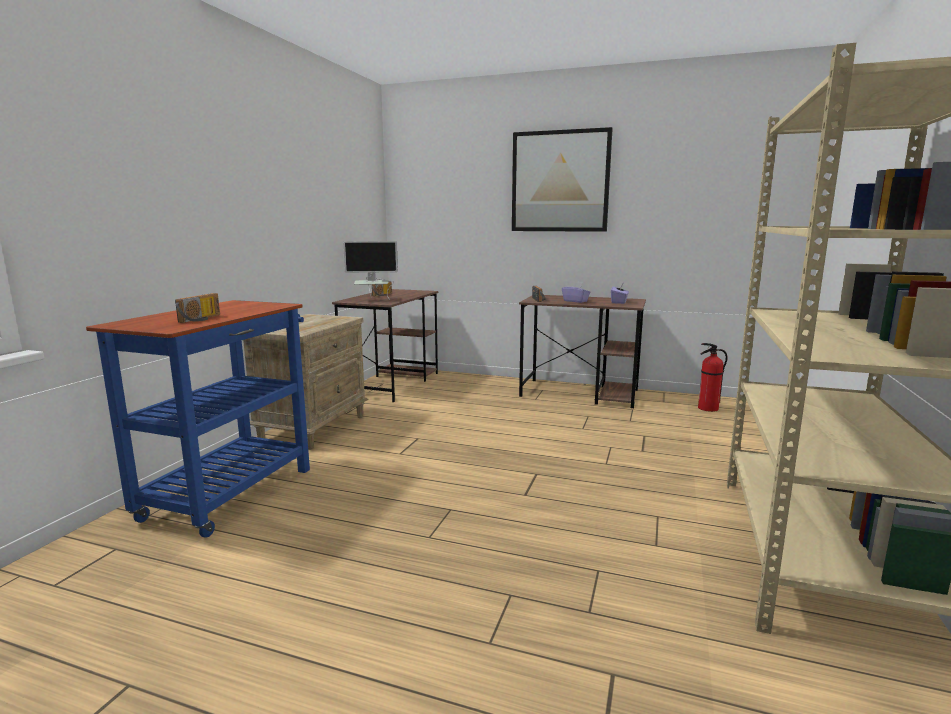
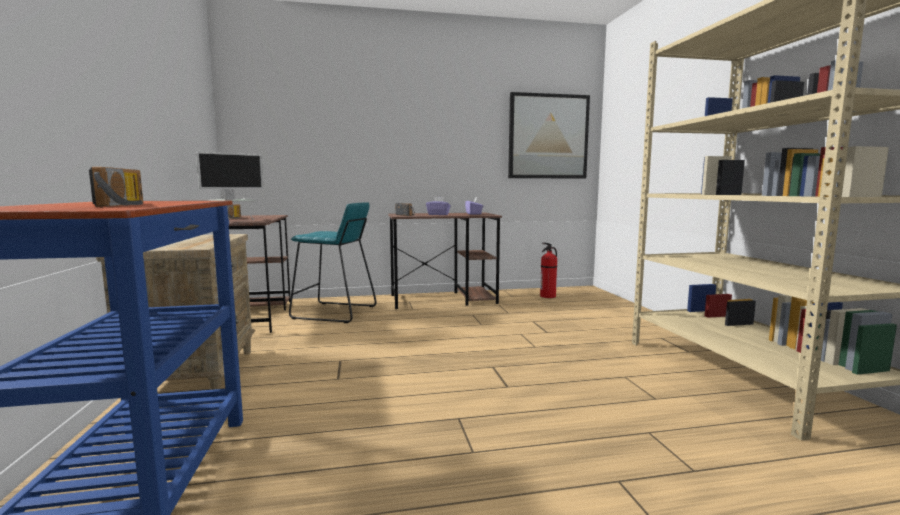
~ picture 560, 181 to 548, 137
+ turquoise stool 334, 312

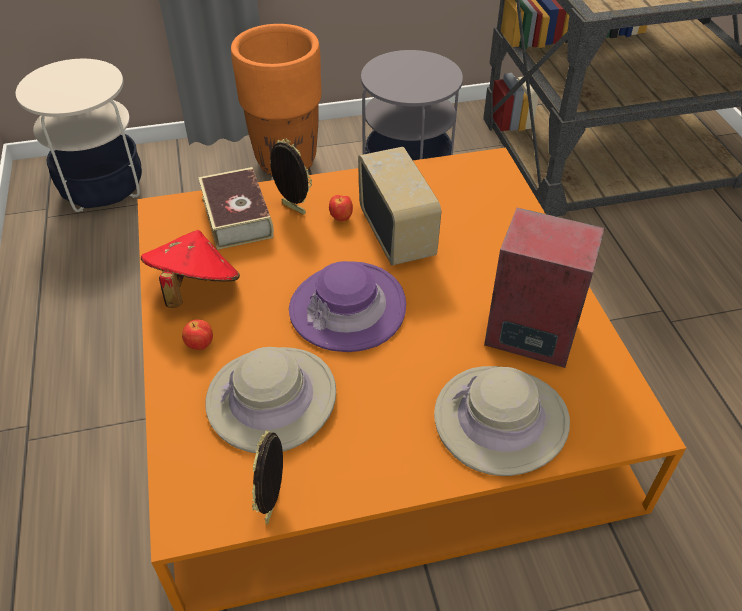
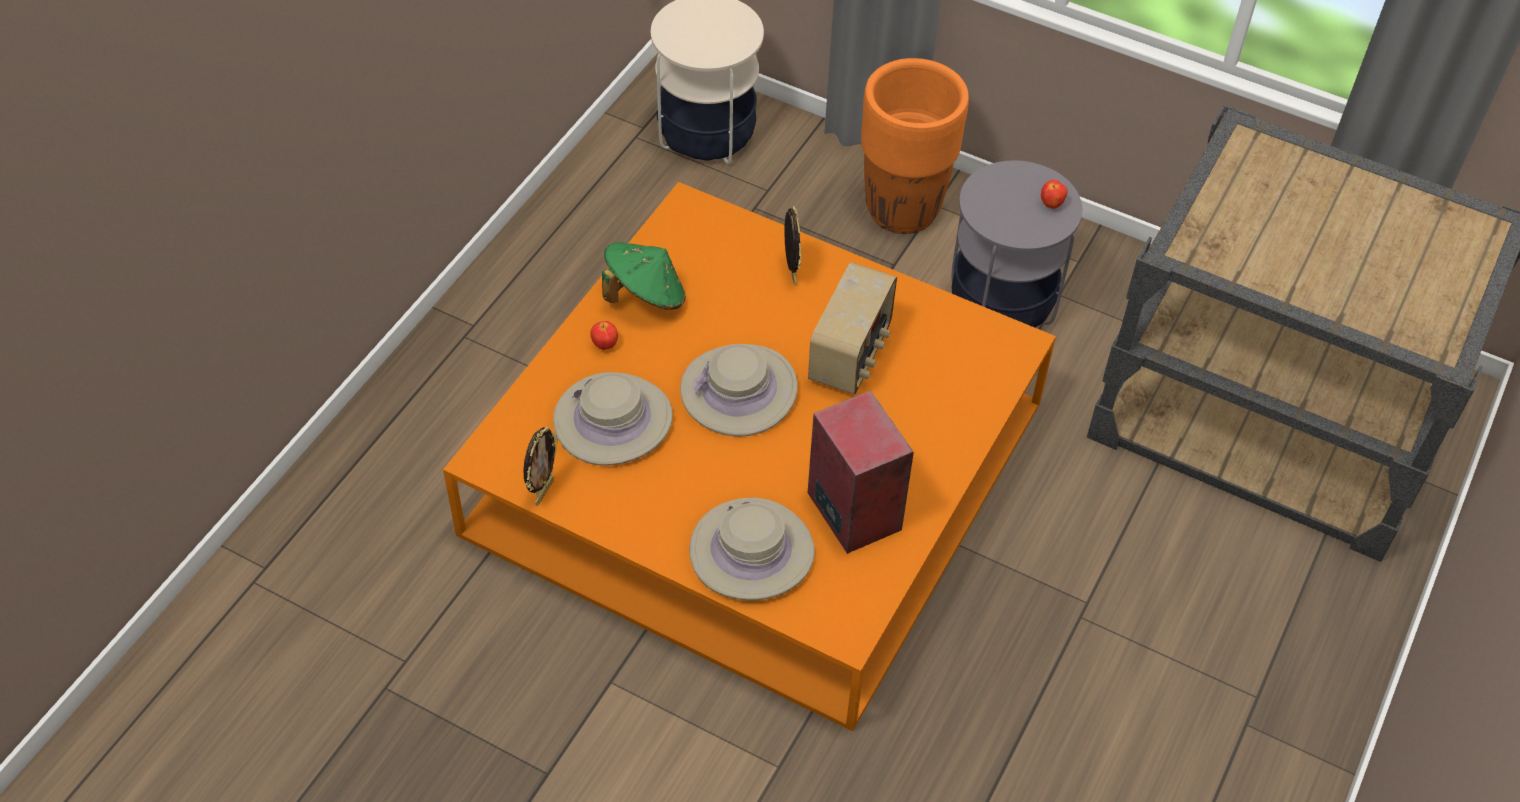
~ red hat 195, 288 to green hat 645, 295
- book 237, 217
~ picture frame 274, 506 = 543, 491 150 degrees clockwise
~ purple hat 347, 308 to beige hat 739, 390
~ apple 341, 218 to 1051, 204

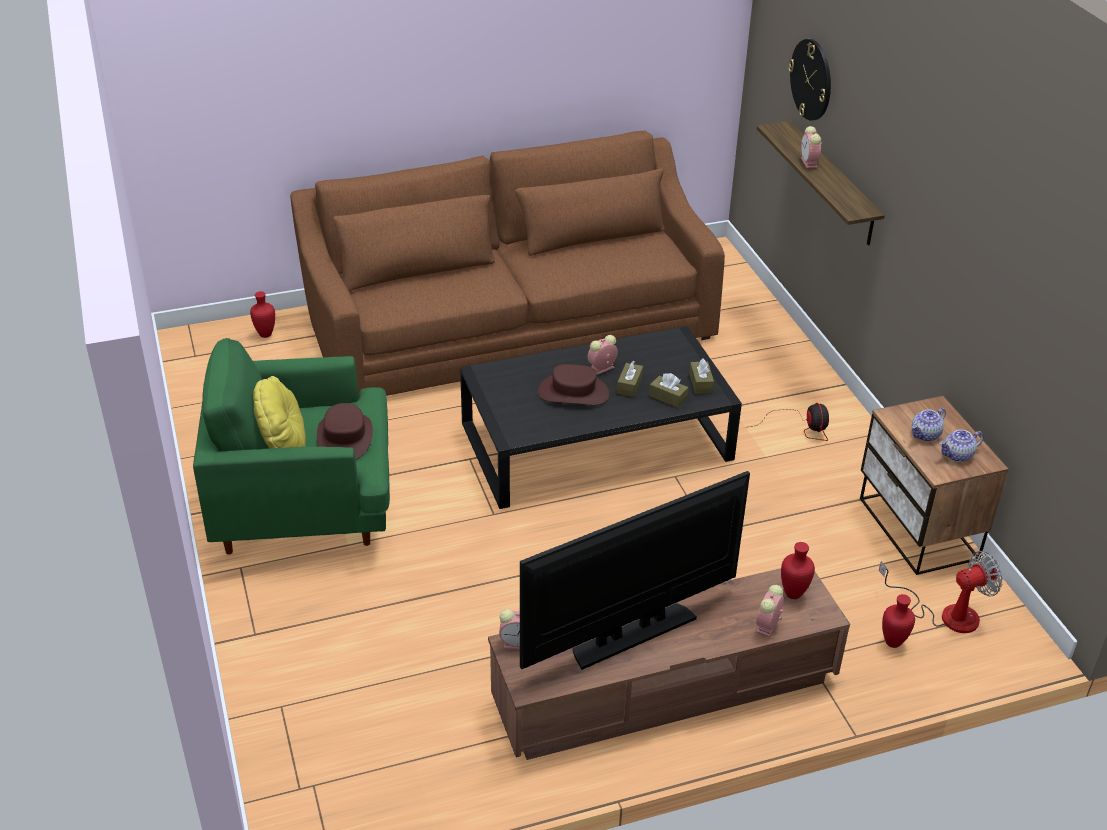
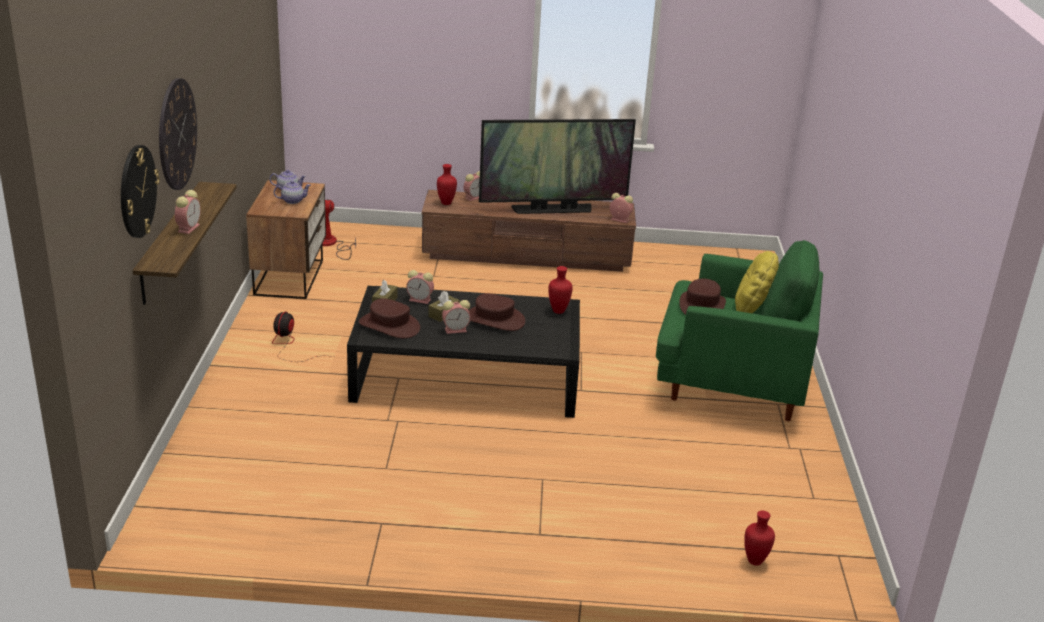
- brown sofa 510, 323
~ brown tissue box 668, 397 to alarm clock 421, 300
~ red vase 893, 643 to 558, 311
+ wall clock 177, 134
+ brown hat 389, 325

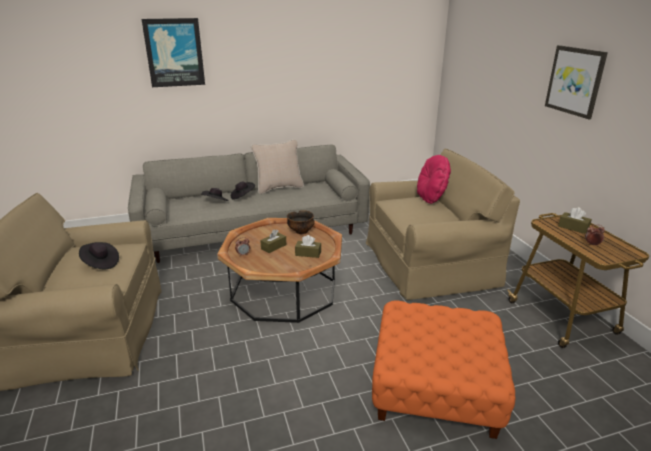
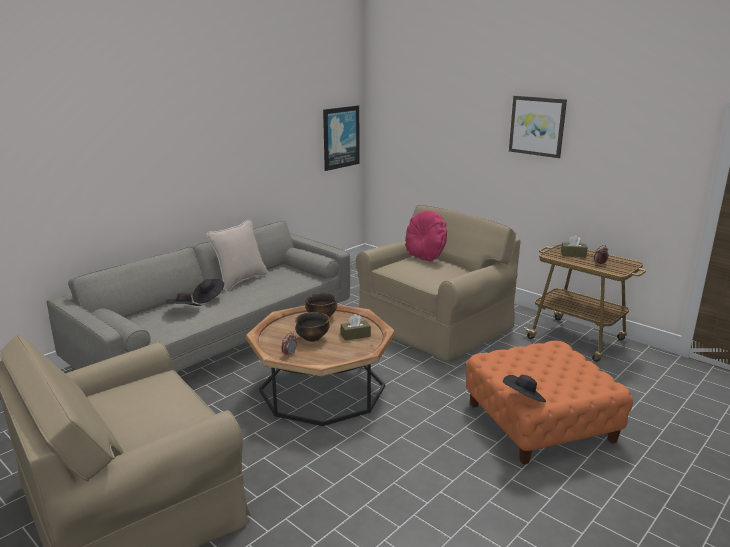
~ black hat 100, 263 to 523, 399
~ picture 174, 52 to 340, 137
~ brown tissue box 273, 247 to bowl 312, 338

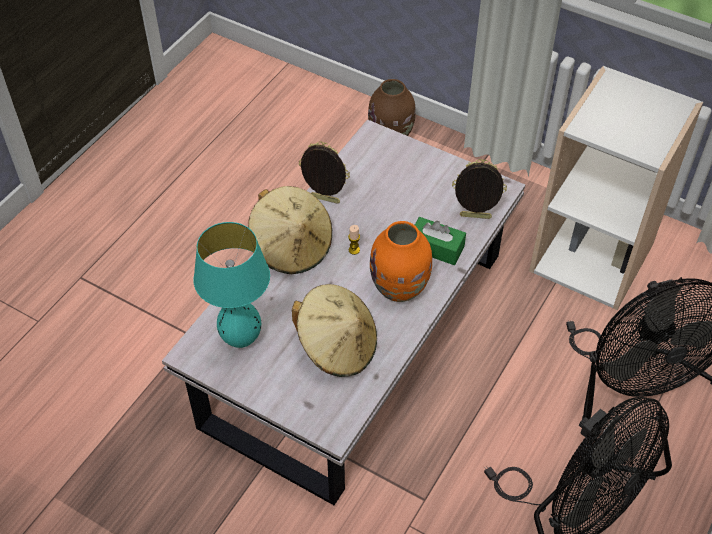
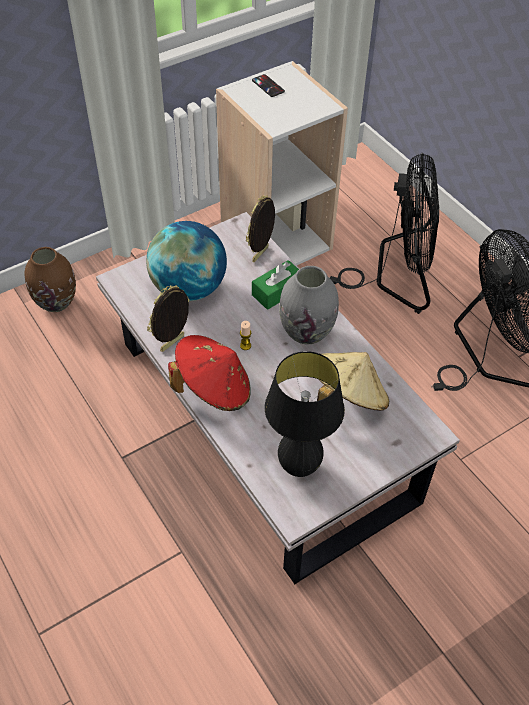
~ turquoise table lamp 241, 339 to black table lamp 299, 467
~ beige hat 292, 247 to red hat 213, 389
~ orange vase 400, 288 to grey vase 307, 332
+ globe 189, 288
+ phone 268, 86

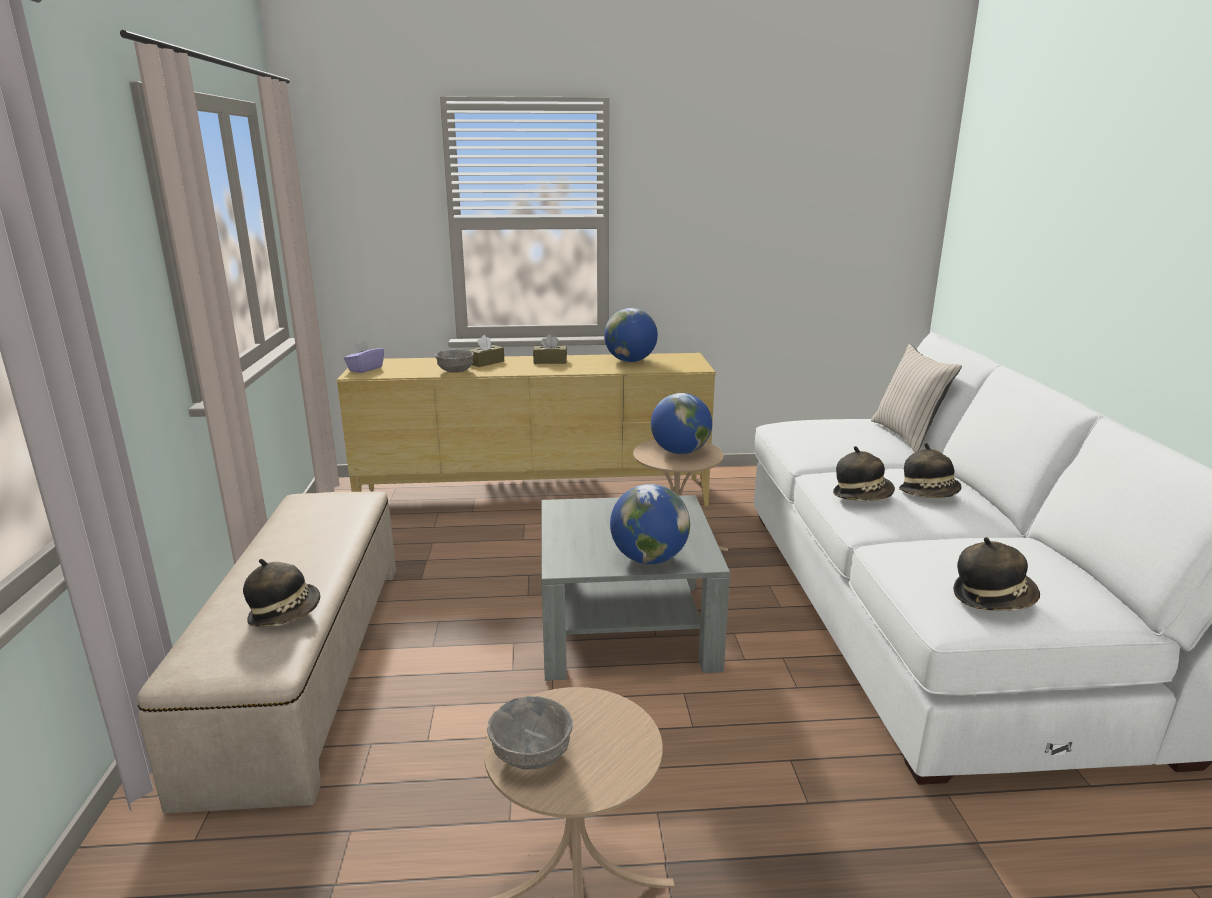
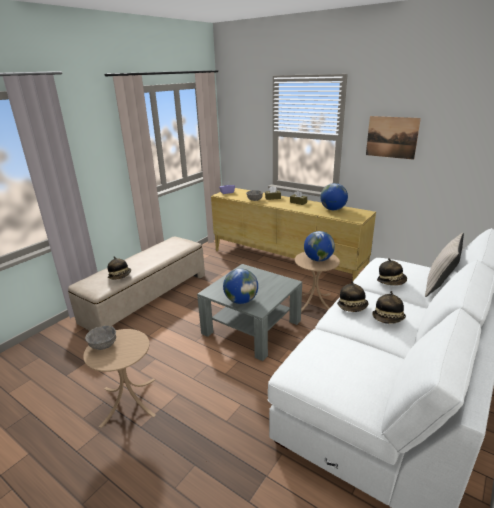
~ hat 992, 598 to 391, 282
+ picture 391, 137

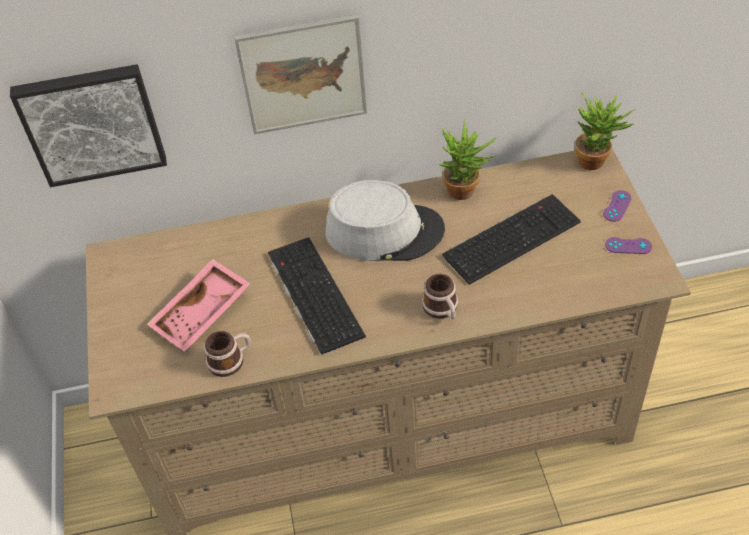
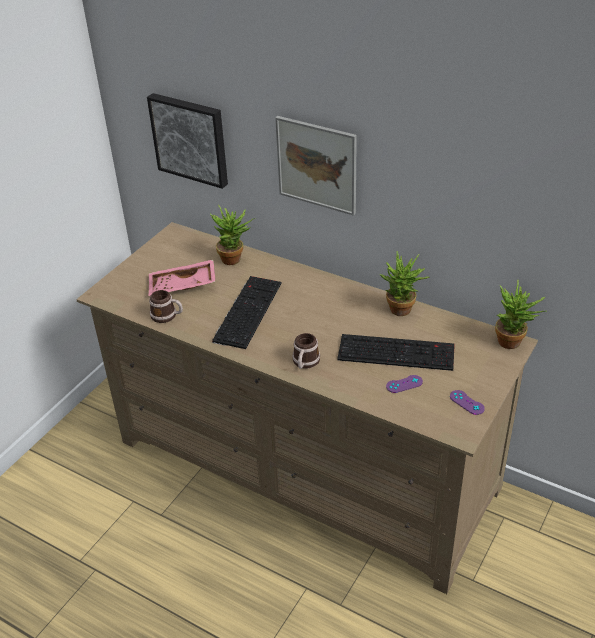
- grey hat 384, 231
~ purple game controller 617, 206 to 404, 384
+ potted plant 235, 259

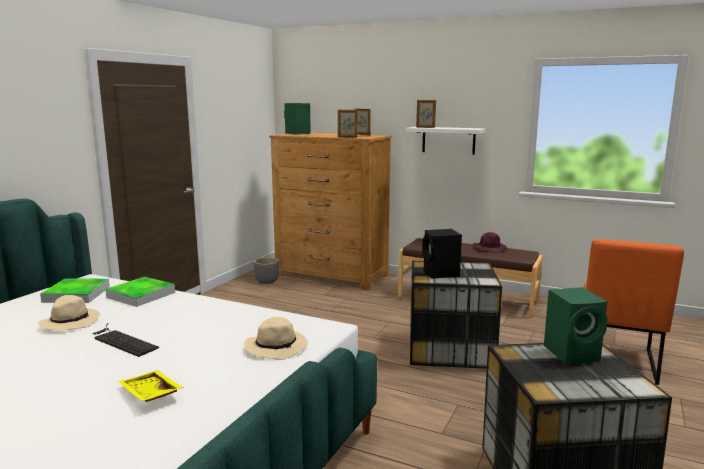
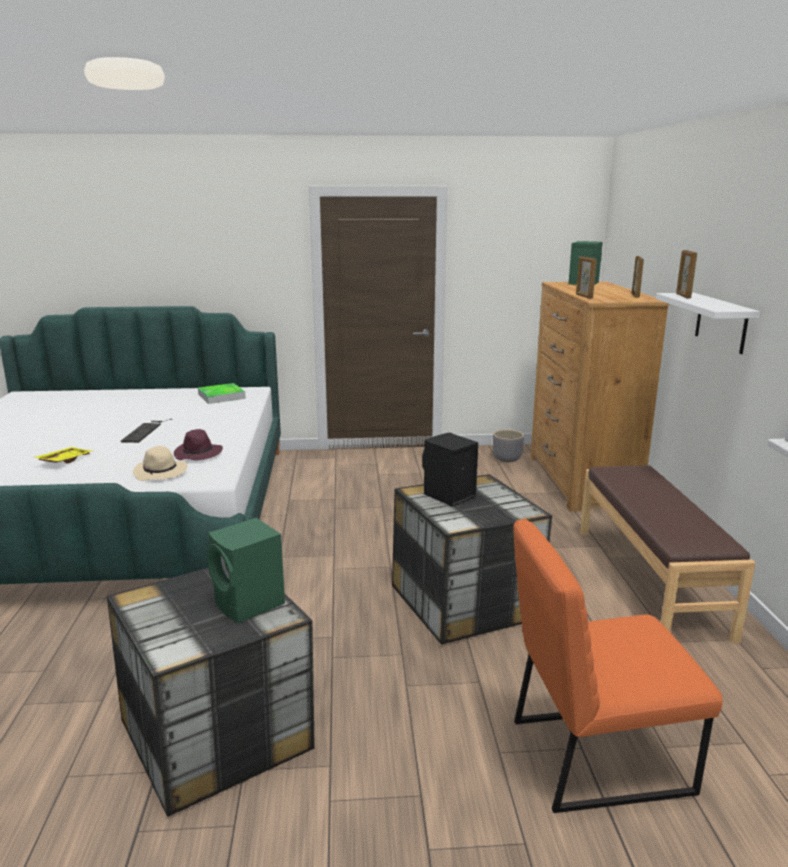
- beige hat 71, 322
- tray 141, 295
~ purple hat 490, 248 to 199, 454

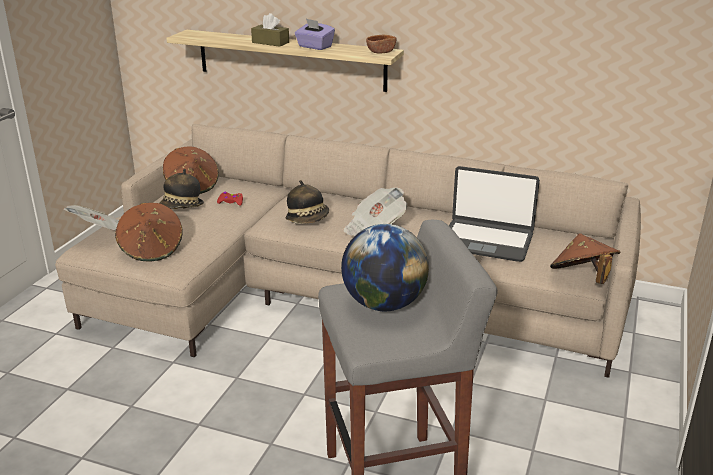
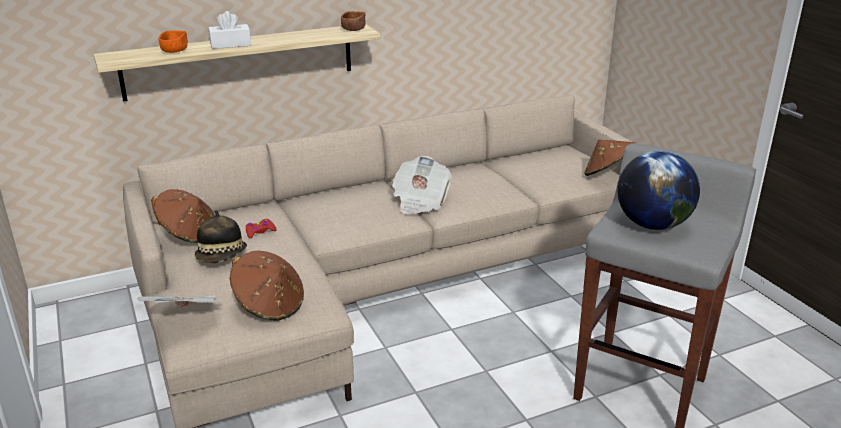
~ brown tissue box 270, 42 to white tissue box 230, 44
- hat 308, 219
- purple tissue box 314, 47
- laptop 486, 241
+ orange bowl 174, 50

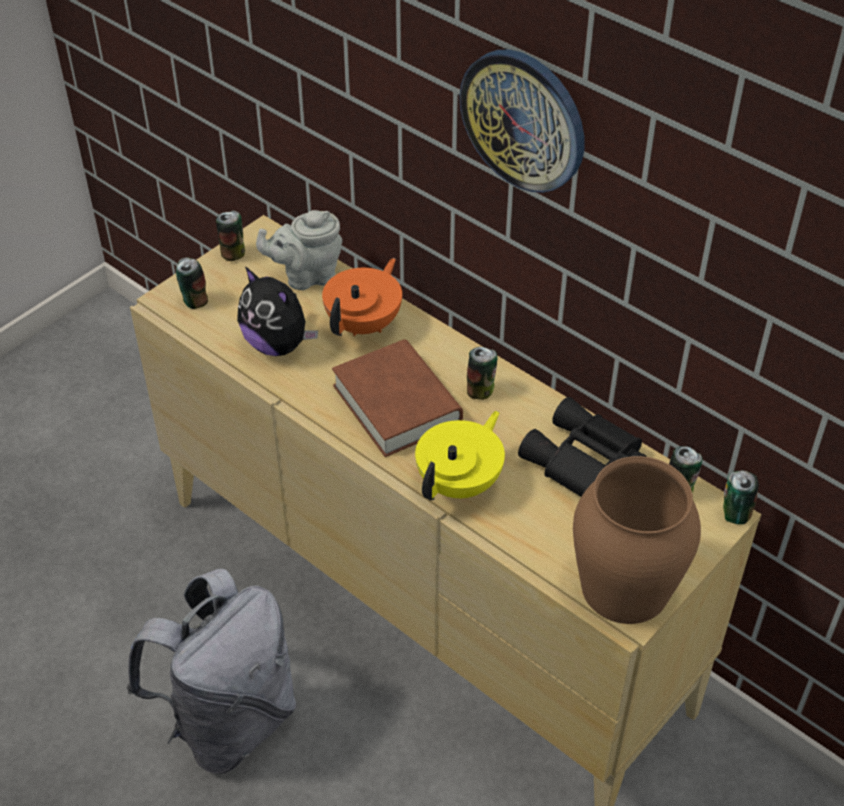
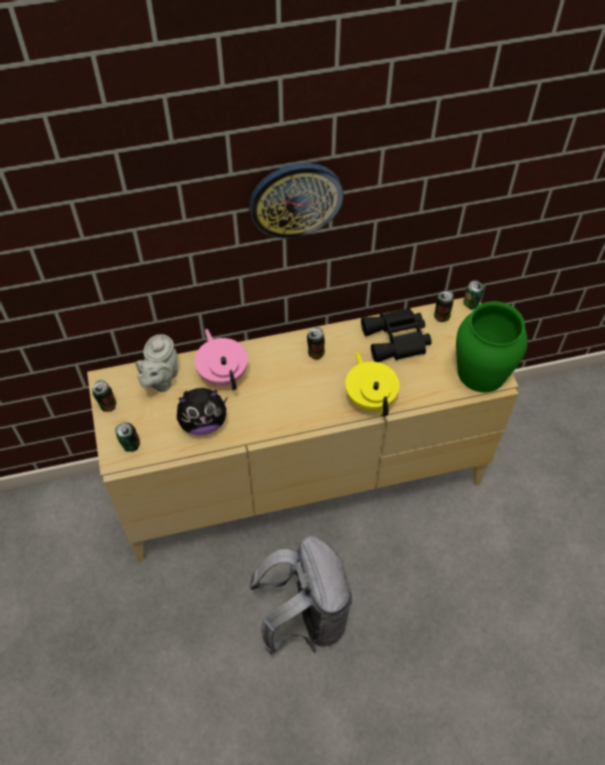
~ orange teapot 365, 324 to pink teapot 223, 374
- brown book 397, 405
~ brown vase 624, 586 to green vase 481, 372

